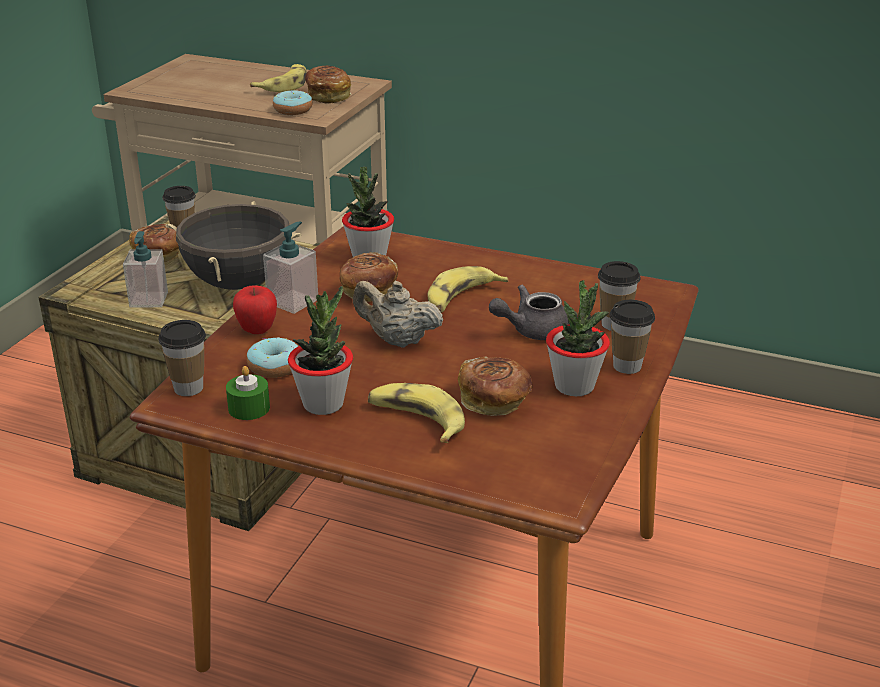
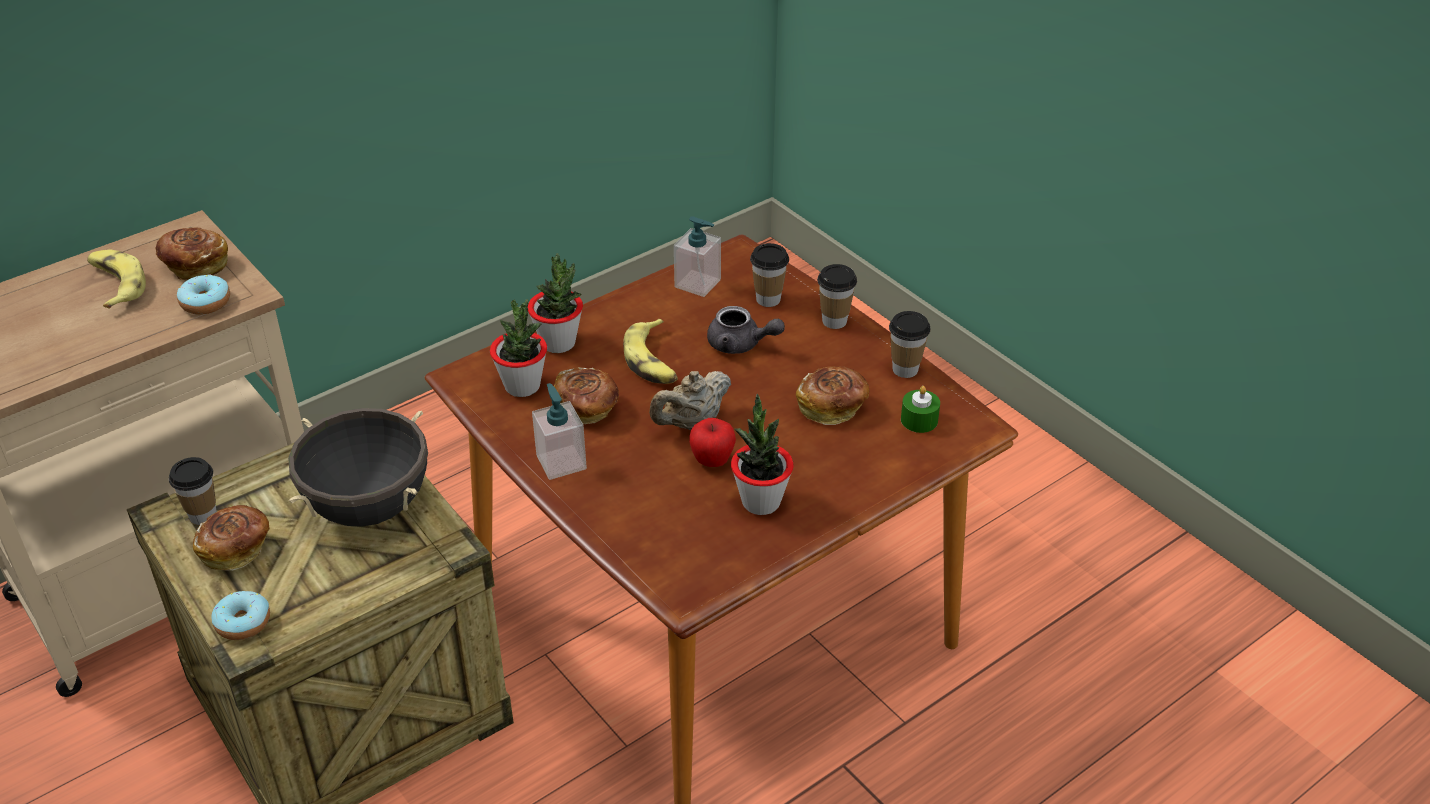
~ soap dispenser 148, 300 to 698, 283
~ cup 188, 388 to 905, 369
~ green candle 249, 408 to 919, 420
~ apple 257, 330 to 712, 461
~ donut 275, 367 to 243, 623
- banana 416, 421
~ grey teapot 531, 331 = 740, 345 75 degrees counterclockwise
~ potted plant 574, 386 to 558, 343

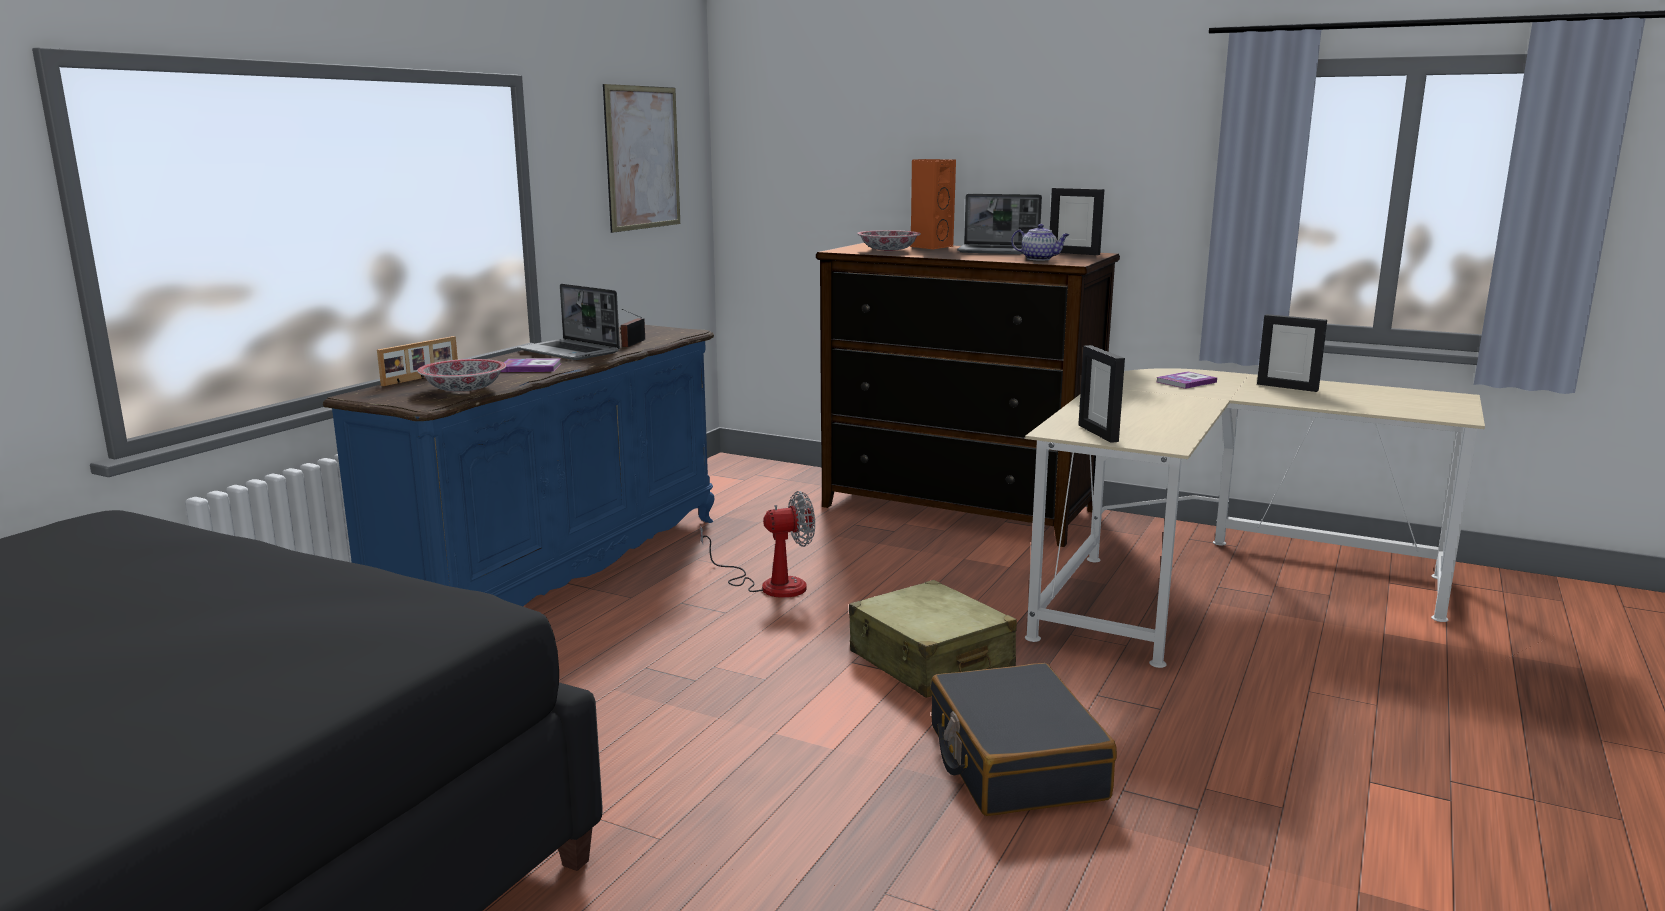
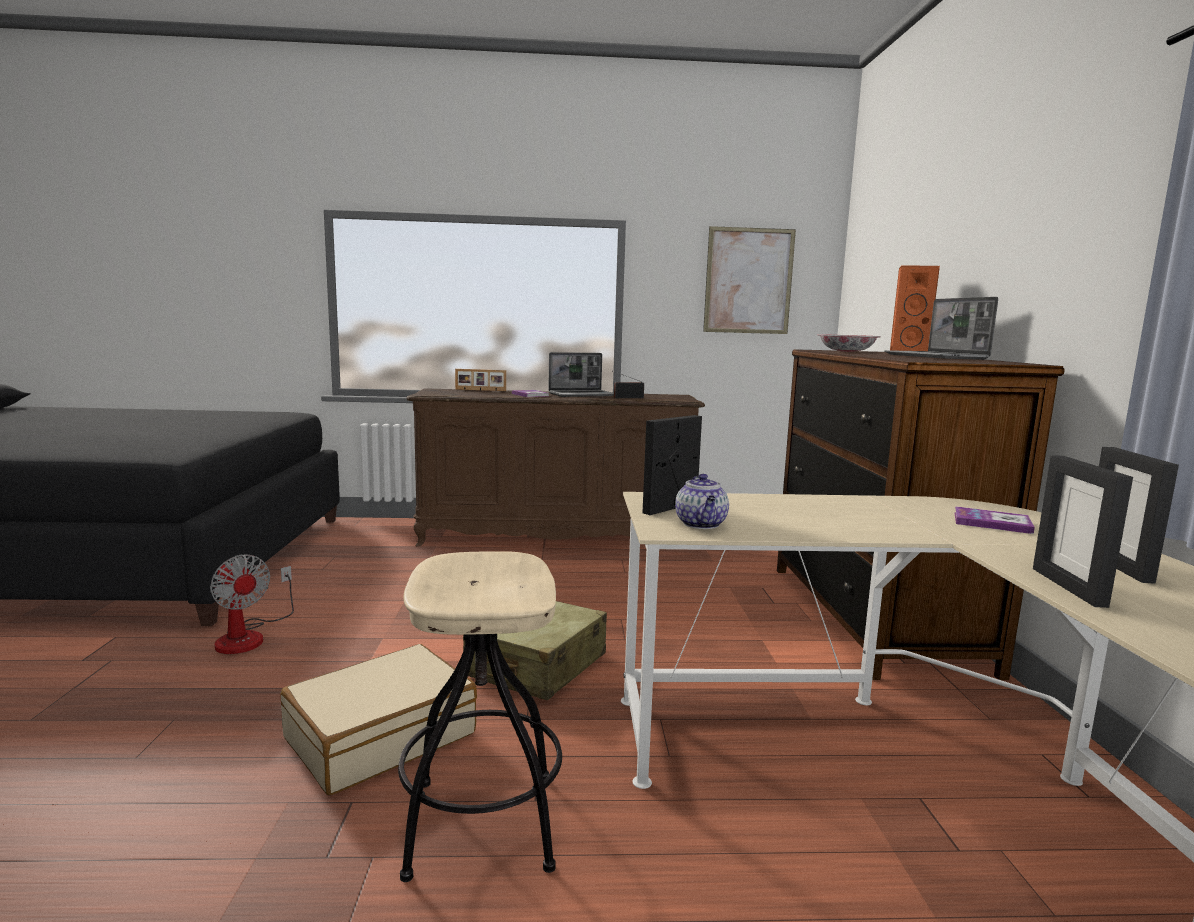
~ blue cabinet 564, 574 to brown cabinet 555, 538
- bowl 463, 390
~ laptop 570, 352 = 582, 395 120 degrees counterclockwise
~ fan 770, 584 to 249, 636
~ black suitcase 1014, 762 to beige suitcase 380, 735
~ teapot 1039, 259 to 701, 524
~ picture frame 1074, 253 to 1070, 587
+ beige stool 482, 821

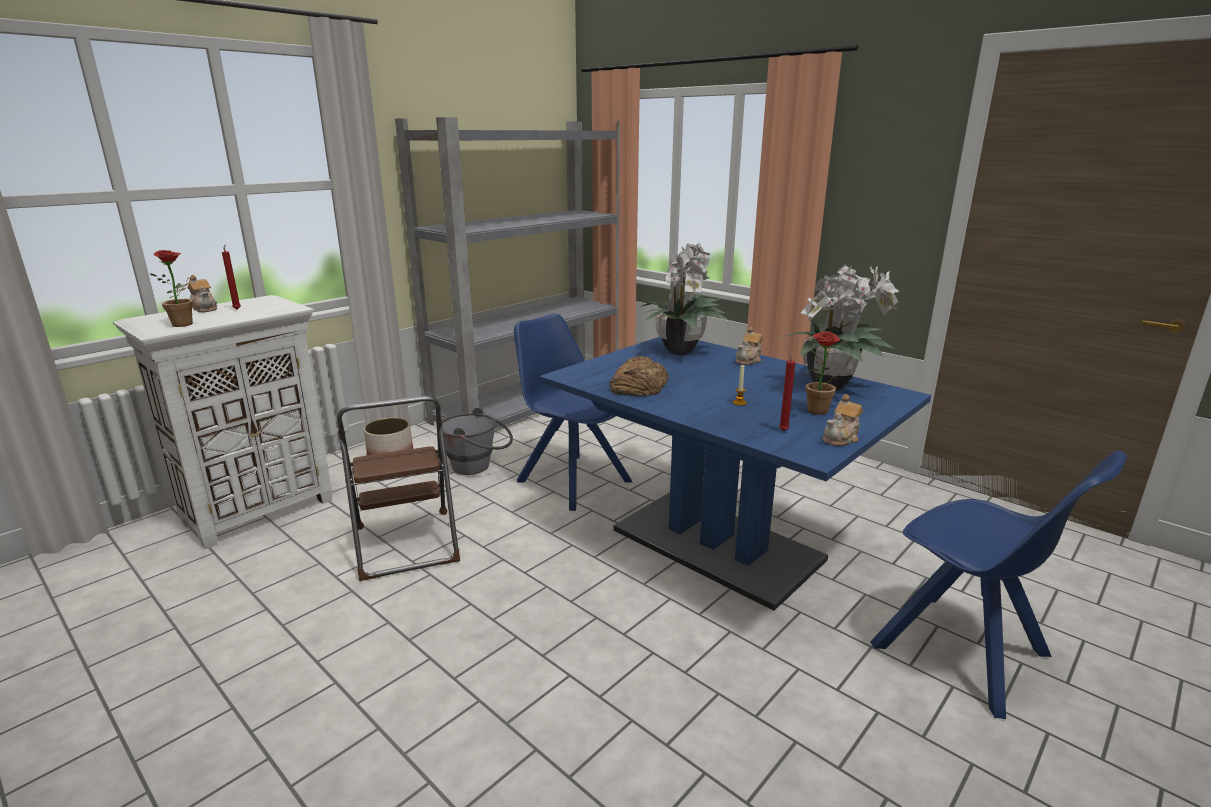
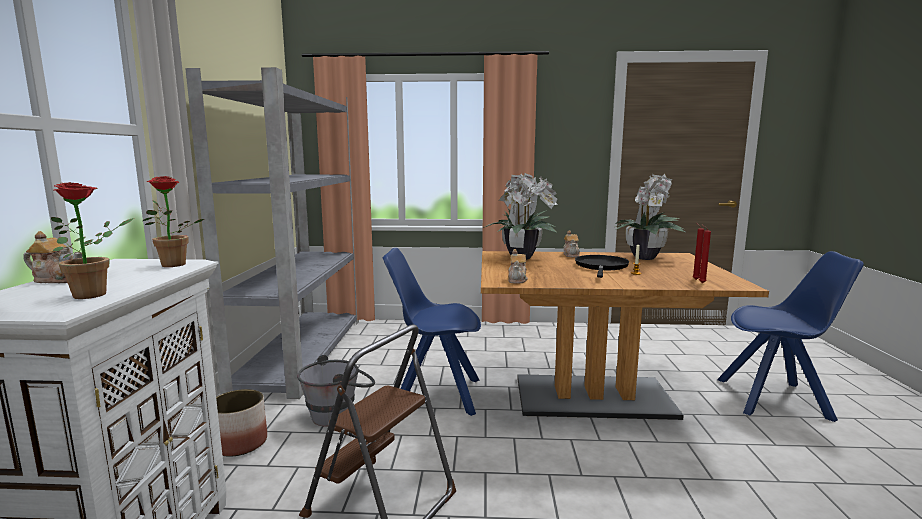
~ red candle 237, 309 to 700, 283
~ blue dining table 716, 545 to brown dining table 593, 397
- bread 638, 385
~ potted plant 817, 412 to 173, 266
~ teapot 841, 438 to 517, 280
+ black frying pan 601, 267

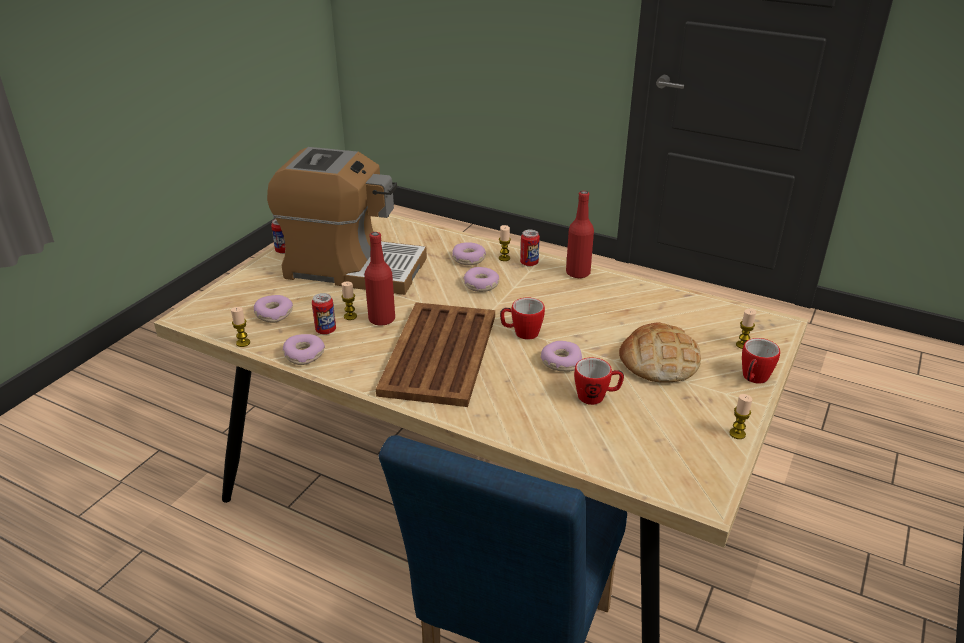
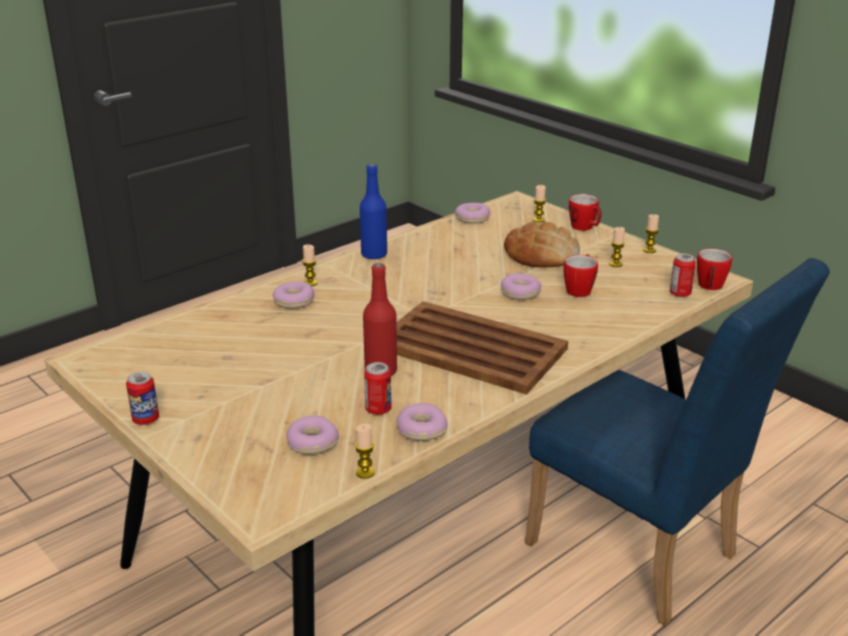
- coffee machine 353, 268
~ candle 350, 316 to 615, 264
~ donut 481, 285 to 472, 219
~ mug 521, 333 to 710, 287
~ can 529, 263 to 680, 293
~ red bottle 578, 273 to blue bottle 374, 255

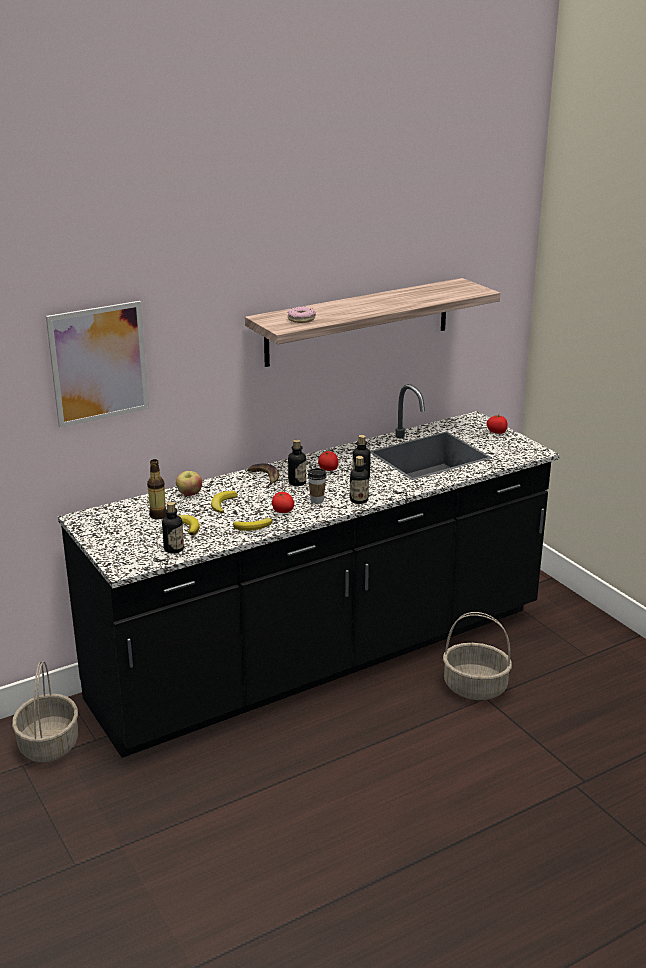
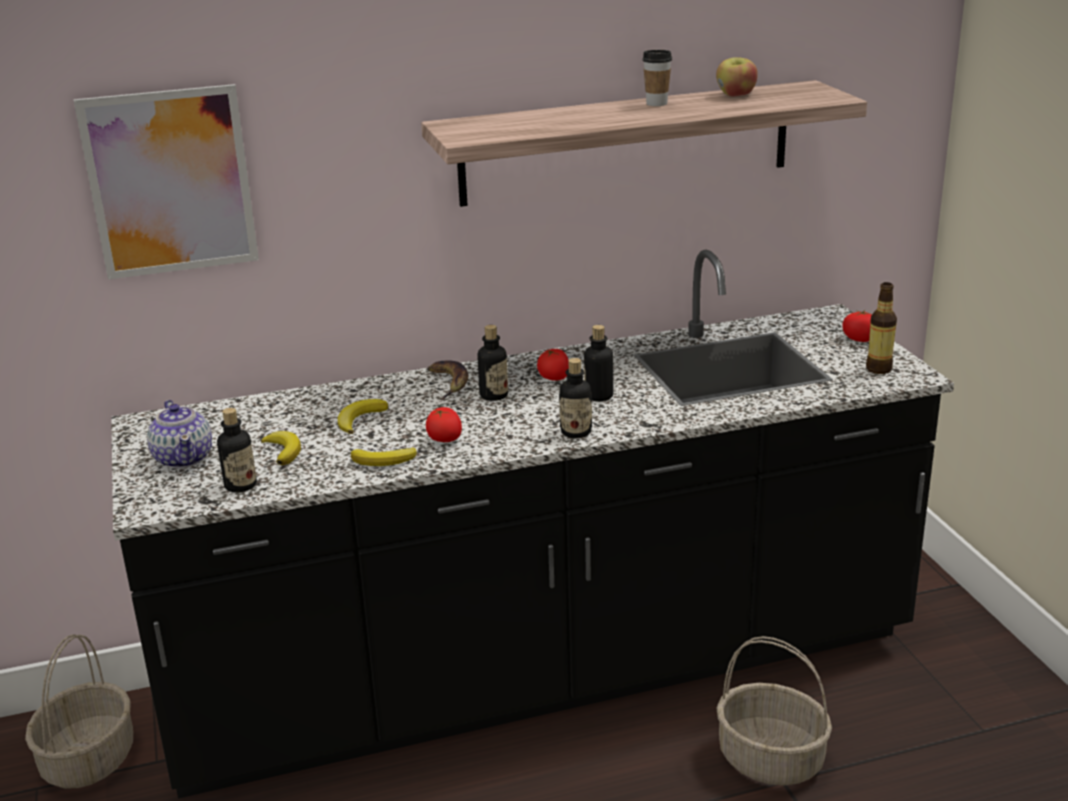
~ bottle 158, 515 to 878, 369
~ apple 189, 494 to 736, 95
- donut 301, 319
~ cup 317, 500 to 656, 103
+ teapot 184, 458

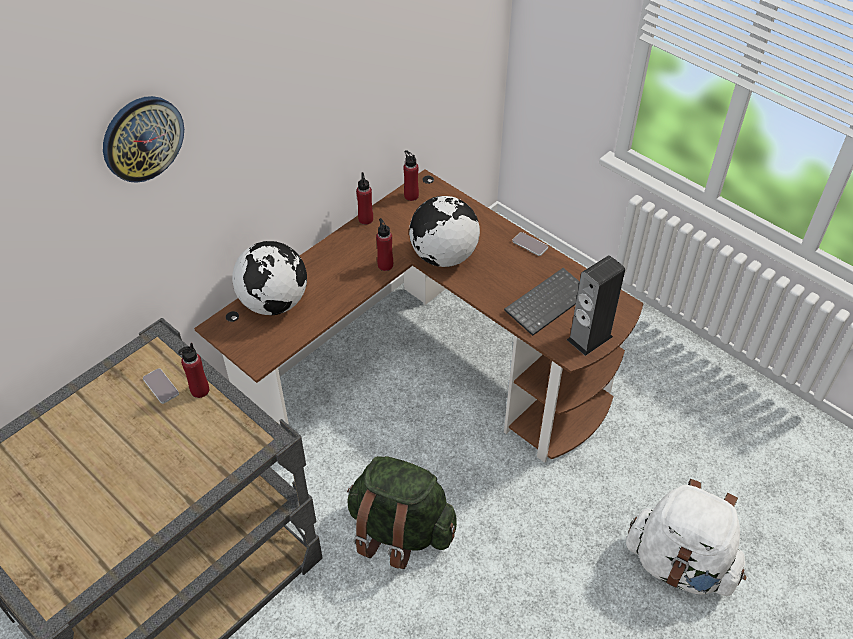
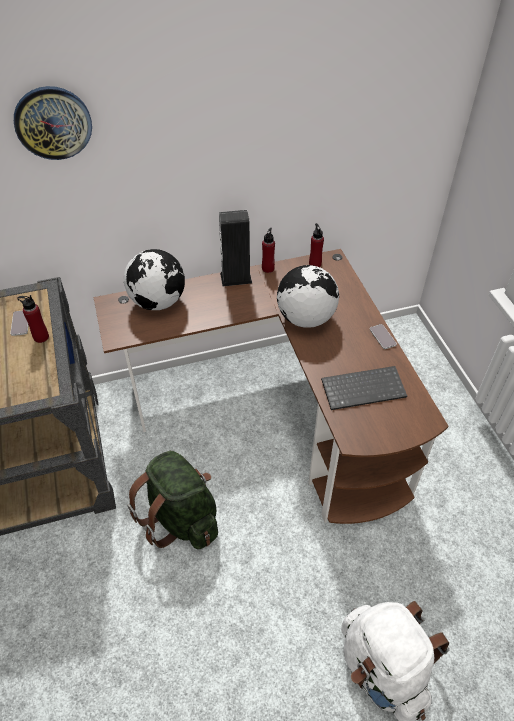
- red bottle 385, 265
~ speaker 589, 338 to 236, 278

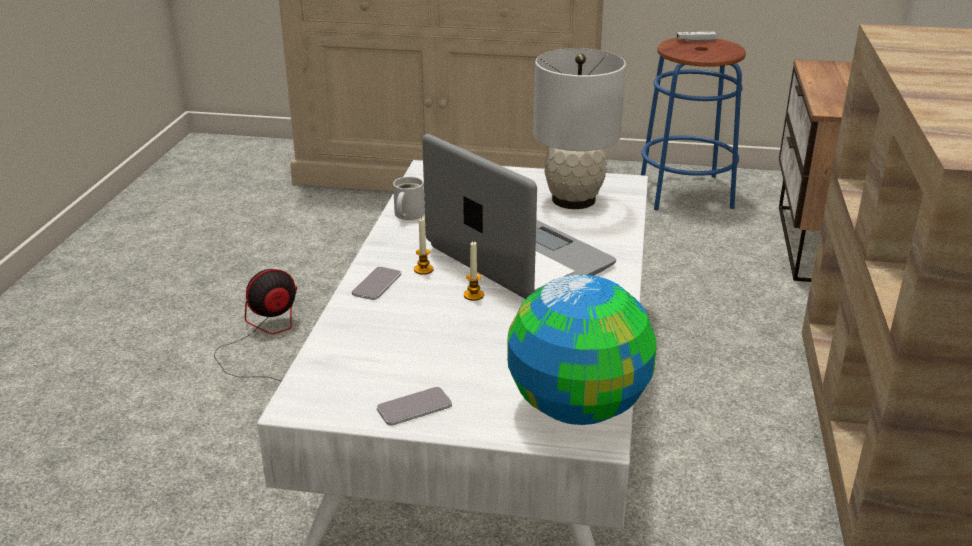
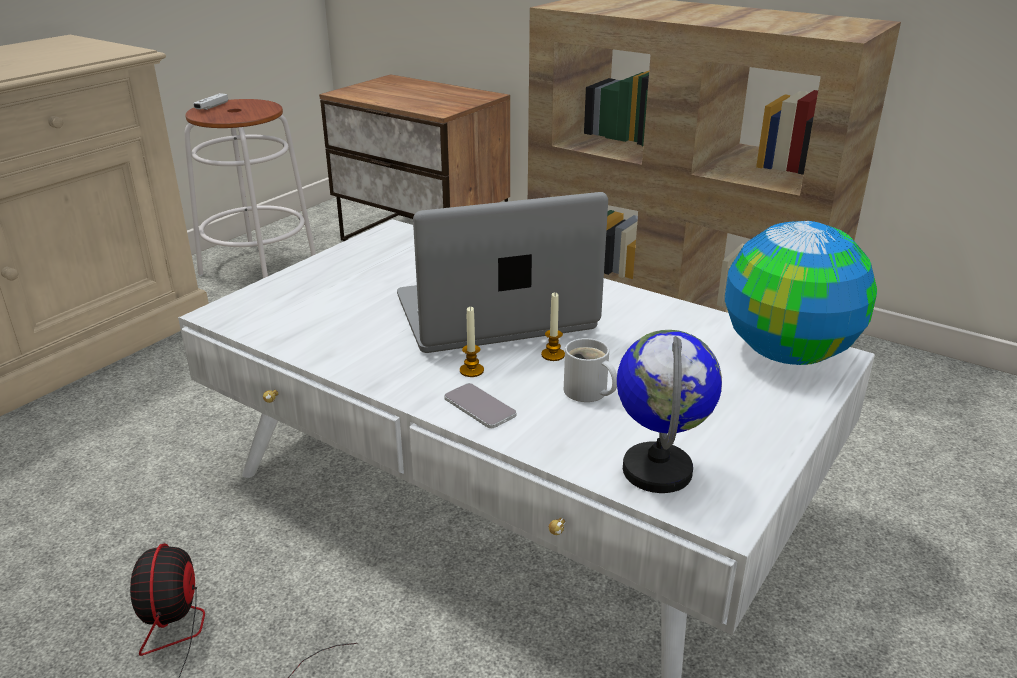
- phone 414, 407
~ white mug 407, 214 to 587, 393
- white table lamp 573, 199
~ blue stool 685, 192 to white stool 258, 265
+ globe 658, 470

